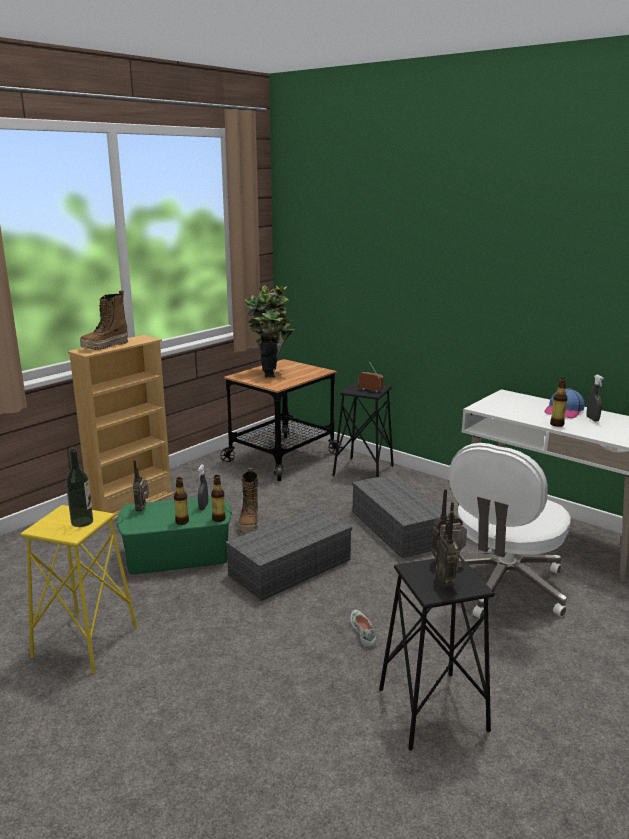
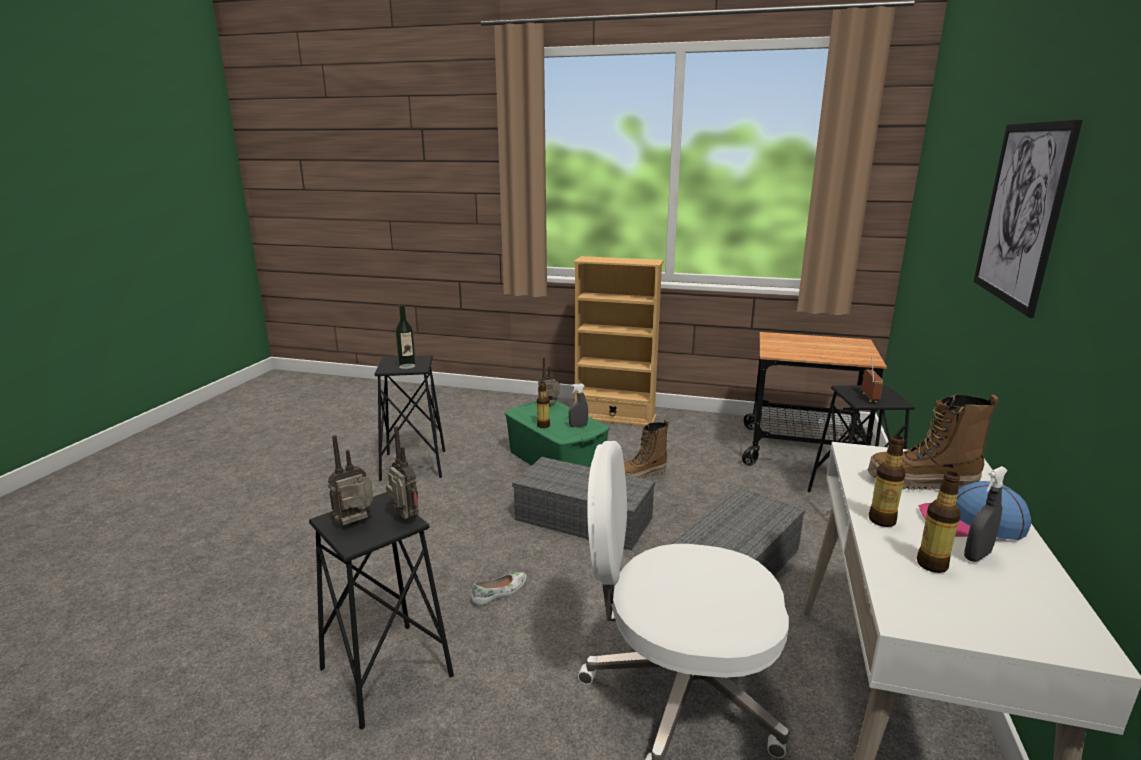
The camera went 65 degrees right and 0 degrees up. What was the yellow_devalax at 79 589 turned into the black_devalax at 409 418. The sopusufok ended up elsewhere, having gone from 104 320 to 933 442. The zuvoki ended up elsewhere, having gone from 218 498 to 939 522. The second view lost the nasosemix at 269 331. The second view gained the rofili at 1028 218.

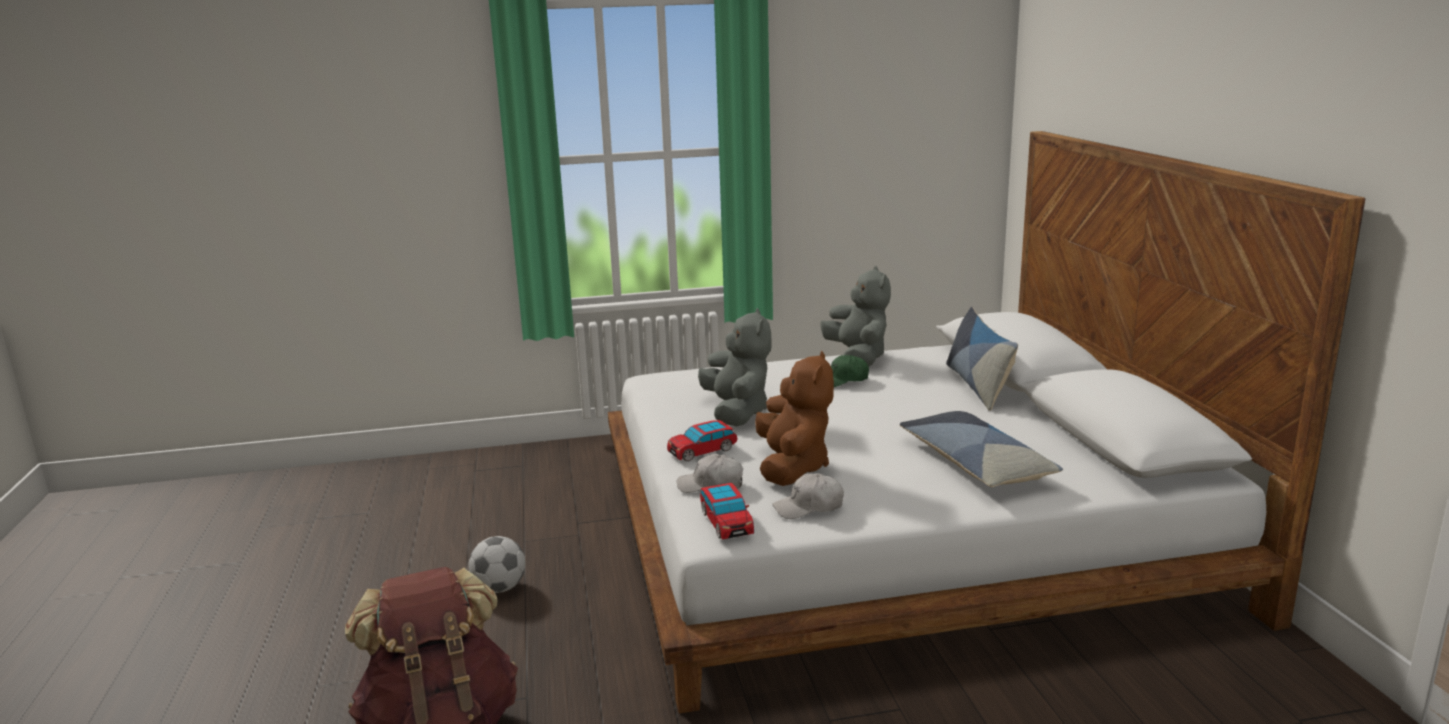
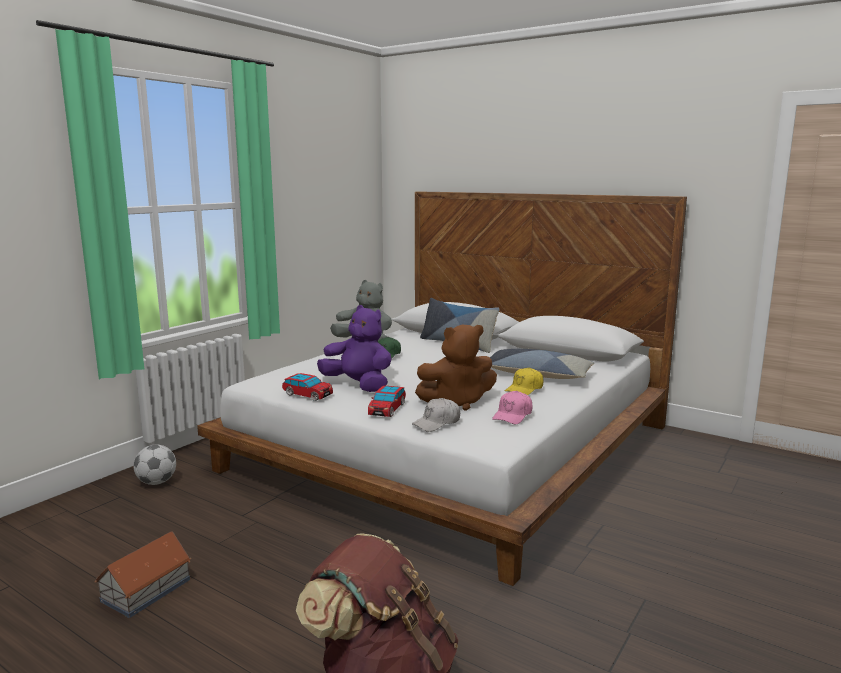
The camera went 45 degrees left and 5 degrees down. The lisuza ended up elsewhere, having gone from 497 564 to 155 464. What was the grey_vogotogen at 735 367 turned into the purple_vogotogen at 354 348. The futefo ended up elsewhere, having gone from 727 511 to 307 387. The brown_vogotogen at 794 418 ended up facing another way, 120 degrees clockwise from before. What was the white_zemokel at 808 496 turned into the pink_zemokel at 512 407. The second view gained the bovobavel at 142 574. The second view gained the yellow_zemokel at 524 381.

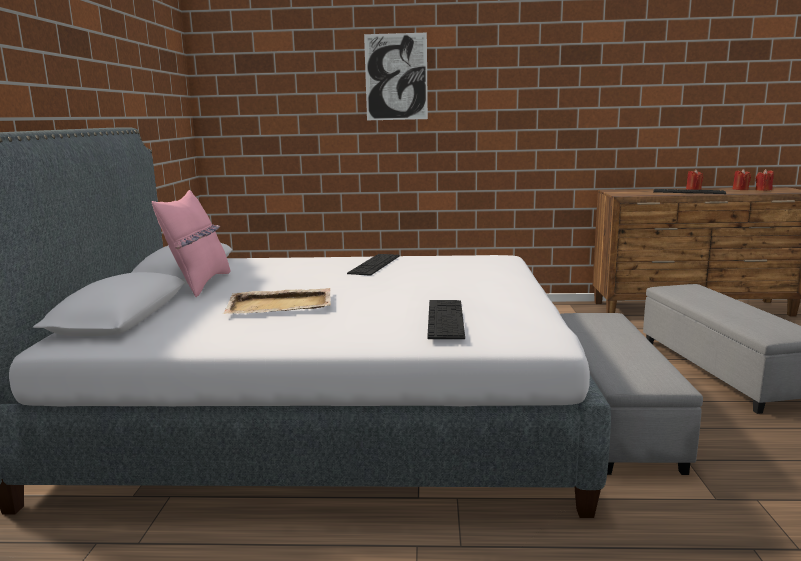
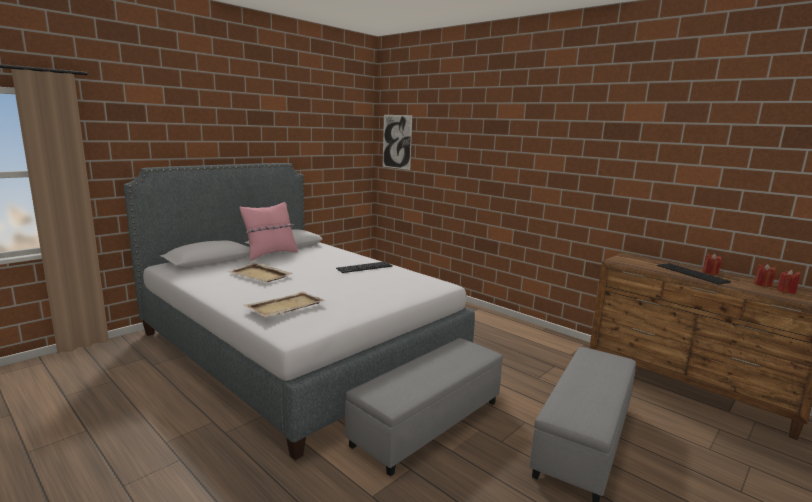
The camera went 40 degrees right and 0 degrees up. The rofili ended up elsewhere, having gone from 396 76 to 397 142. Where the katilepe stood at 446 319, the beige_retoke came to stand at 285 304.

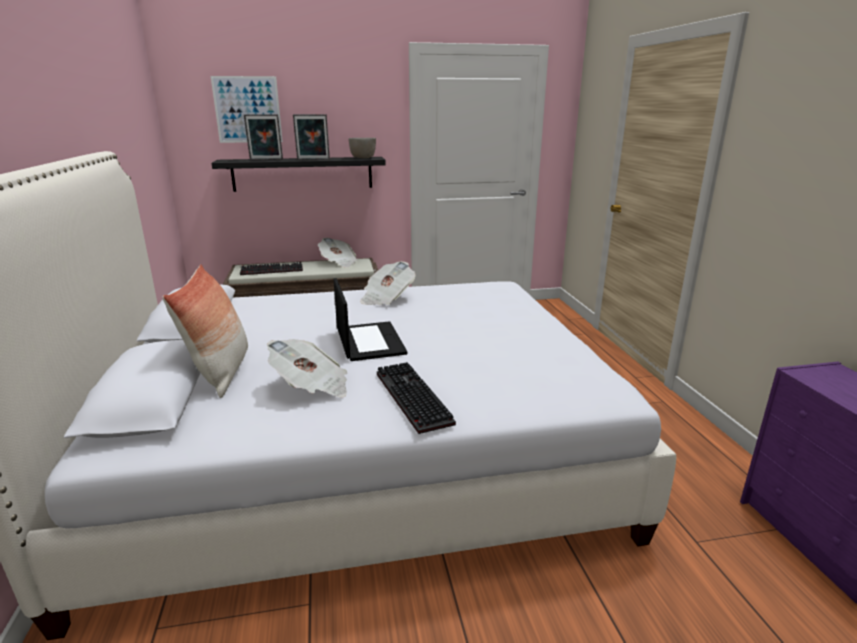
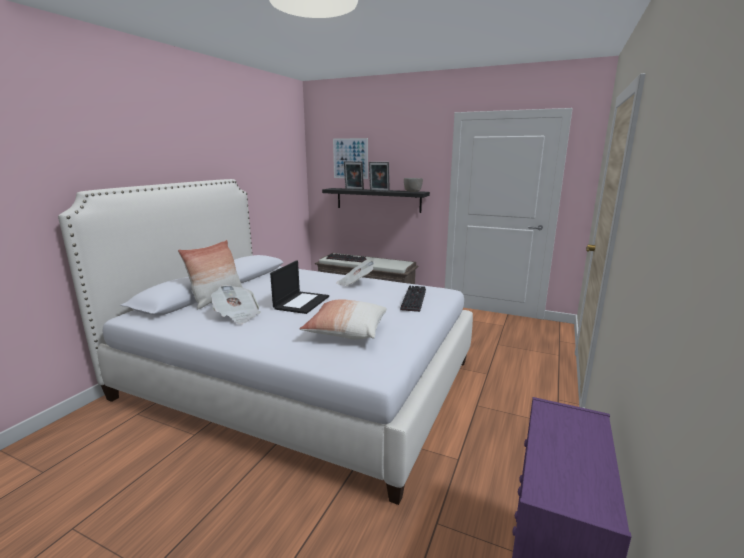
The camera went 35 degrees right and 5 degrees down. The second view lost the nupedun at 338 253. The katilepe ended up elsewhere, having gone from 416 398 to 413 298. The second view gained the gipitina at 343 319.

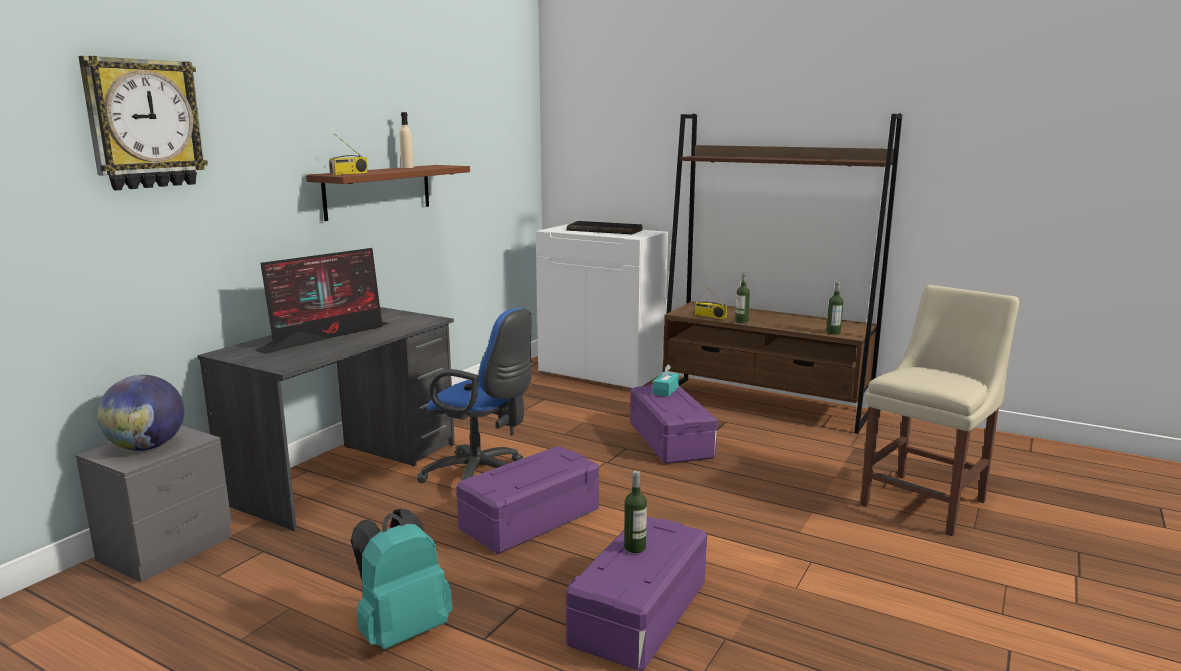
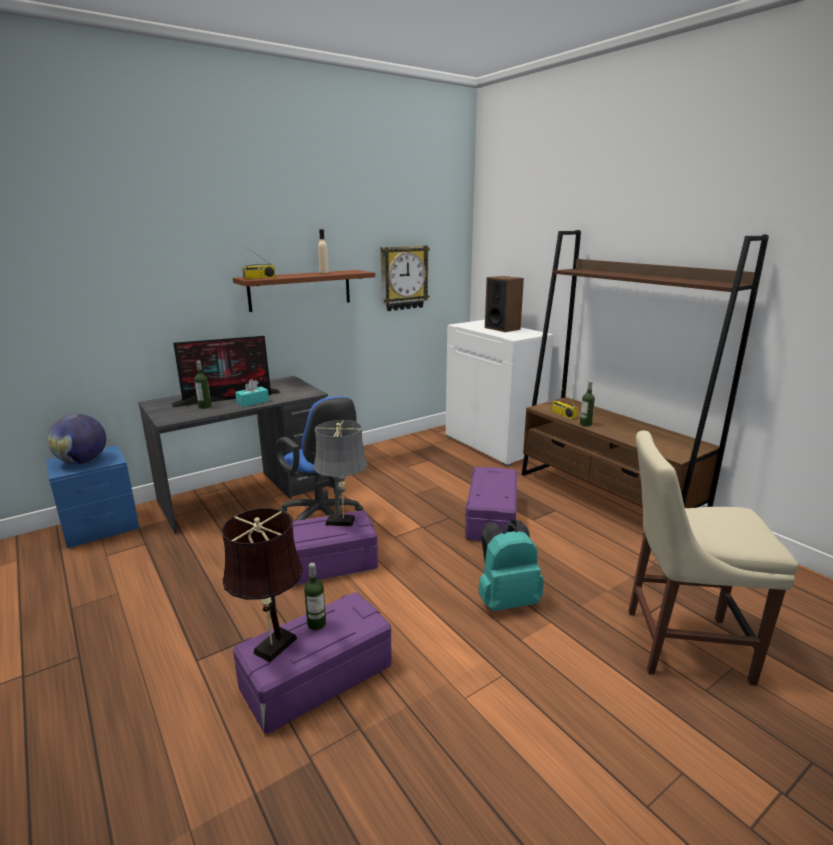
The camera went 25 degrees right and 5 degrees up. What was the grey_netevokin at 154 504 turned into the blue_netevokin at 92 497. The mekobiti ended up elsewhere, having gone from 143 123 to 405 278. The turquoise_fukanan ended up elsewhere, having gone from 401 579 to 511 565. Where the katilepe stood at 605 227, the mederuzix came to stand at 504 304. The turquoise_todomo ended up elsewhere, having gone from 665 381 to 252 393. The zuvoki ended up elsewhere, having gone from 834 308 to 202 384. The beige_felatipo at 940 410 ended up facing another way, 150 degrees counterclockwise from before. The second view gained the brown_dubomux at 262 585. The second view gained the grey_dubomux at 340 473.

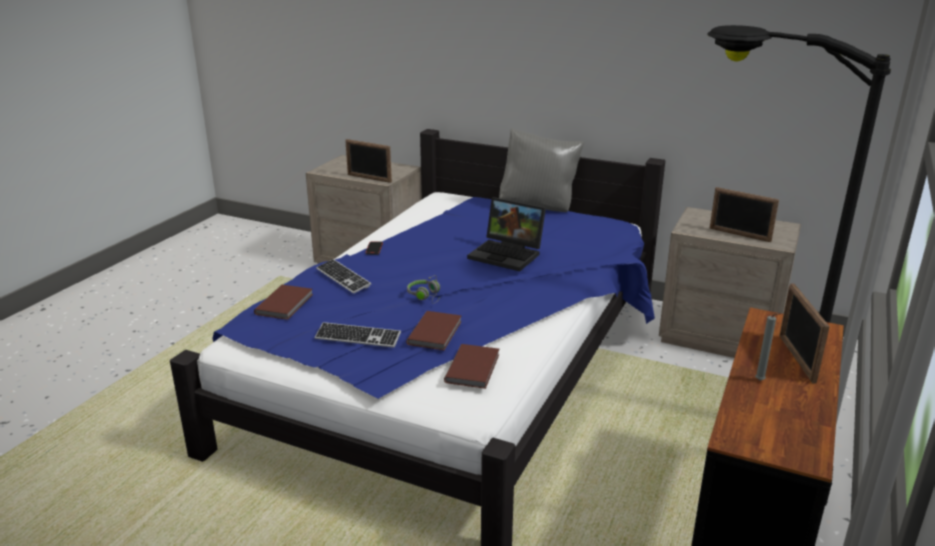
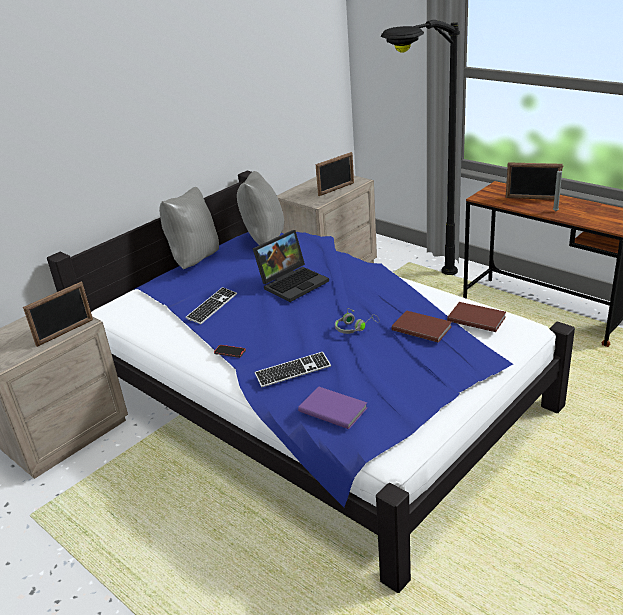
The camera went 70 degrees left and 5 degrees up. What was the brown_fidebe at 283 302 turned into the purple_fidebe at 332 407. The katilepe ended up elsewhere, having gone from 358 335 to 211 305. The second view gained the grey_gipitina at 260 208.

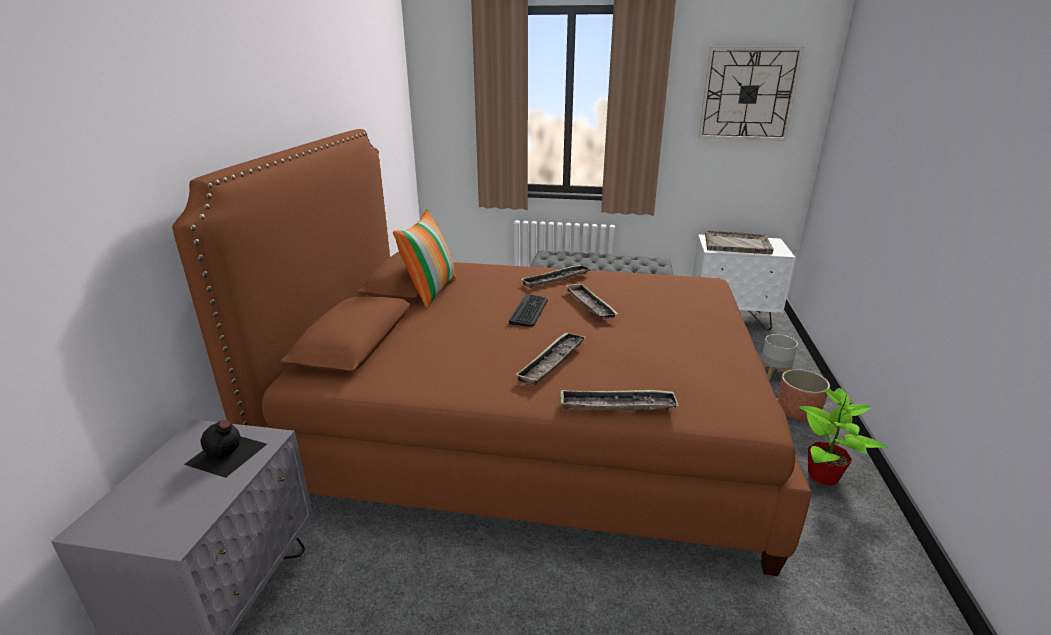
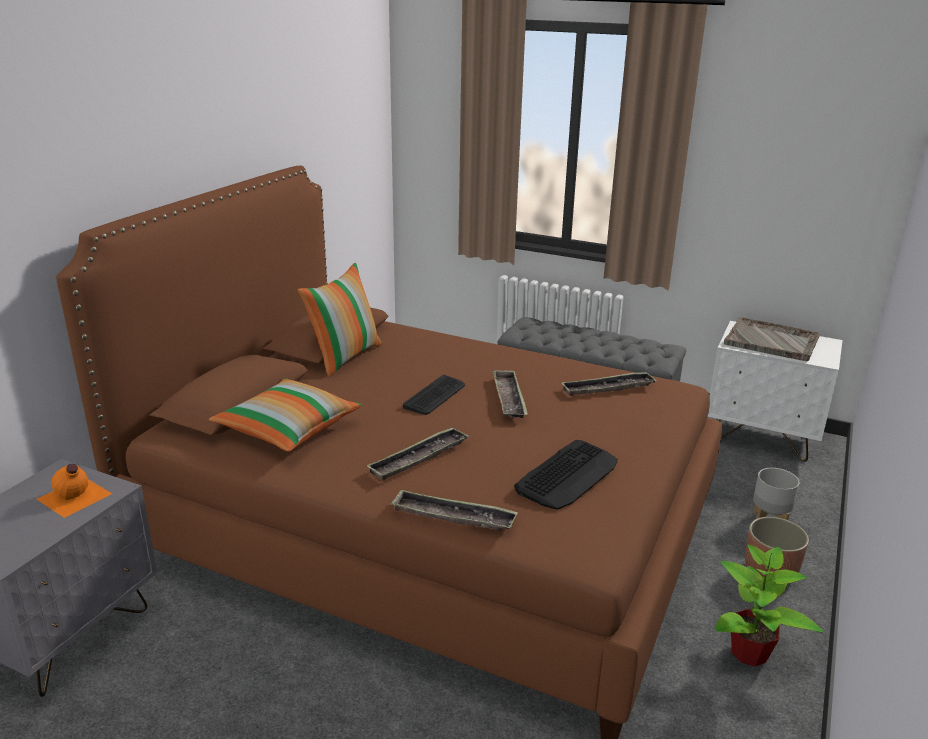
The camera went 15 degrees right and 0 degrees up. What was the black_zuvoki at 225 449 turned into the orange_zuvoki at 74 491. The retoke ended up elsewhere, having gone from 556 276 to 609 384. The second view lost the mekobiti at 751 94. The second view gained the gipitina at 285 415. The second view gained the katilepe at 566 475.

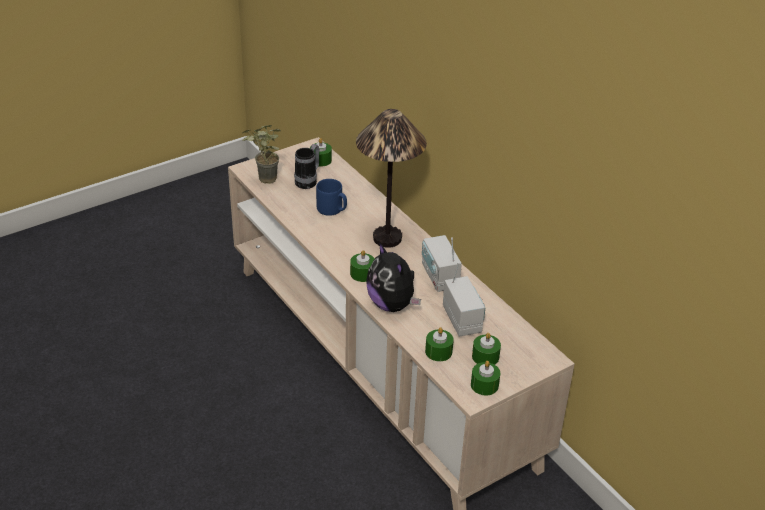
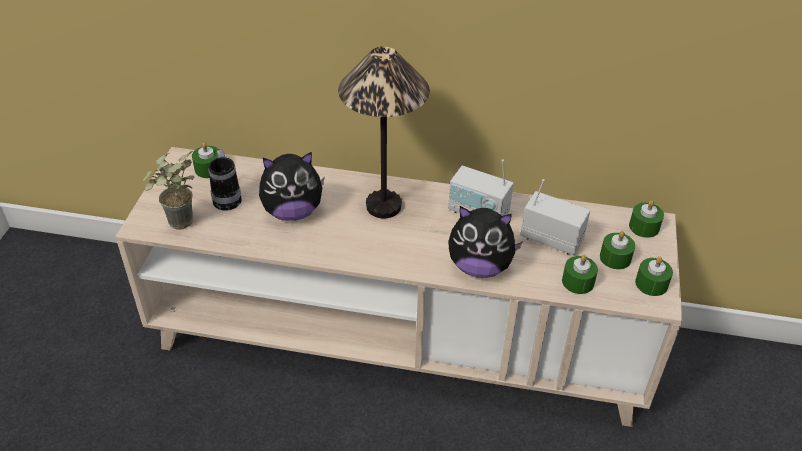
The camera went 45 degrees left and 5 degrees up. Where the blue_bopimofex stood at 331 197, the vogotogen came to stand at 292 186. The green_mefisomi ended up elsewhere, having gone from 362 266 to 646 219.

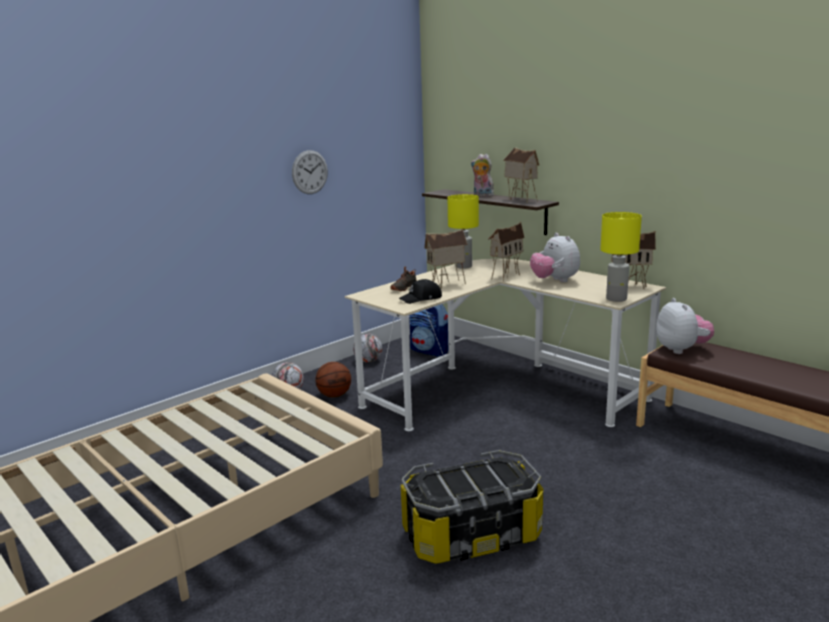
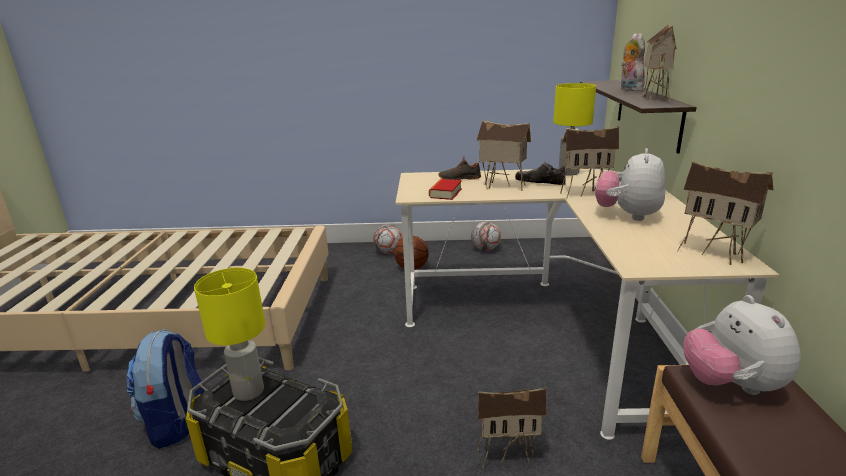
The camera went 45 degrees right and 5 degrees up. The second view lost the mekobiti at 310 172. Where the black_zemokel stood at 420 291, the fidebe came to stand at 445 189. The fukanan ended up elsewhere, having gone from 428 330 to 165 389. The yellow_dubomux ended up elsewhere, having gone from 621 257 to 229 334. The vogotogen at 685 326 ended up facing another way, 135 degrees clockwise from before. The second view gained the bovobavel at 512 428. The second view gained the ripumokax at 540 173.

